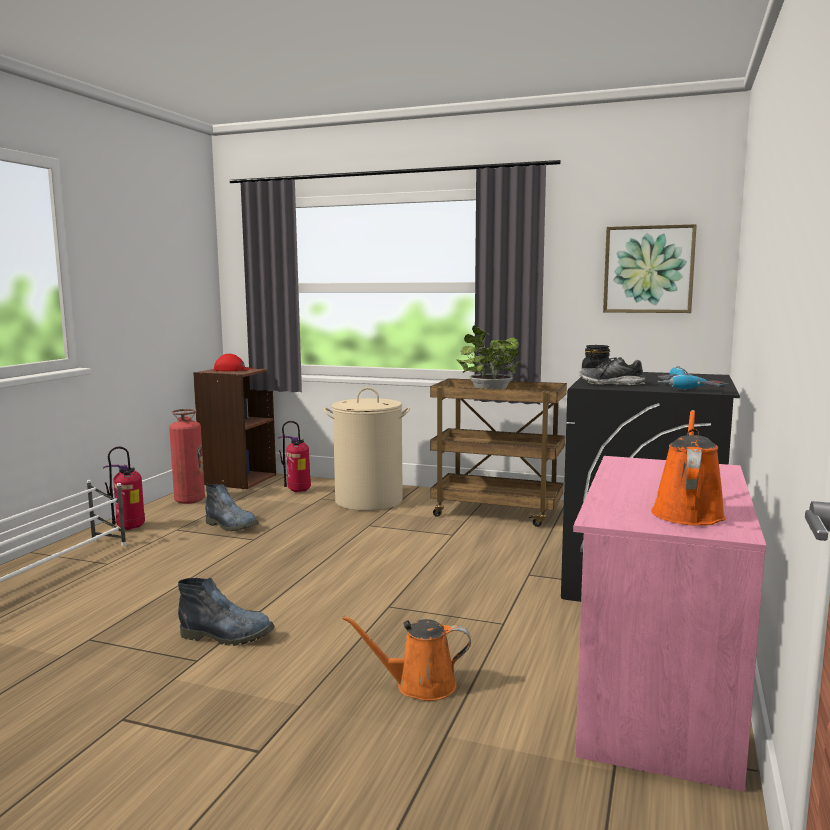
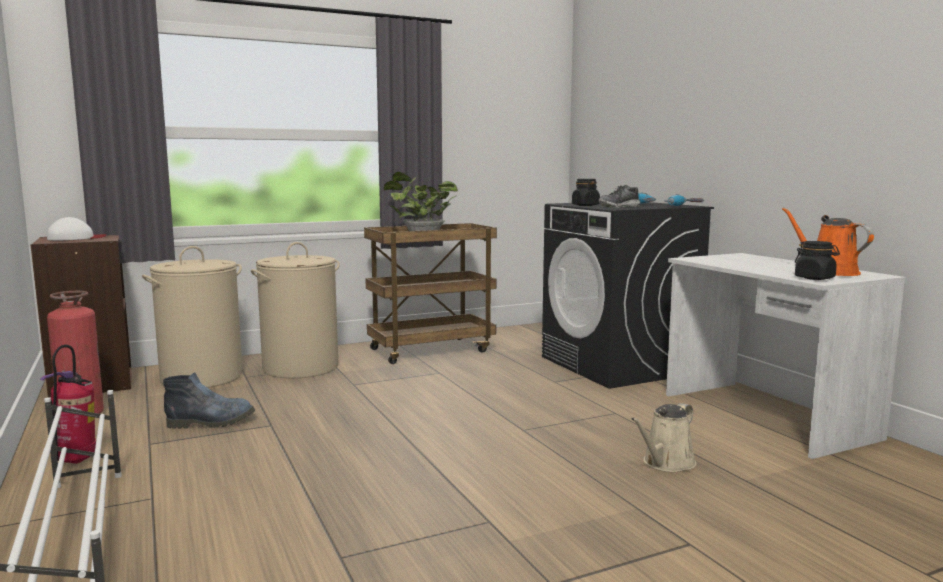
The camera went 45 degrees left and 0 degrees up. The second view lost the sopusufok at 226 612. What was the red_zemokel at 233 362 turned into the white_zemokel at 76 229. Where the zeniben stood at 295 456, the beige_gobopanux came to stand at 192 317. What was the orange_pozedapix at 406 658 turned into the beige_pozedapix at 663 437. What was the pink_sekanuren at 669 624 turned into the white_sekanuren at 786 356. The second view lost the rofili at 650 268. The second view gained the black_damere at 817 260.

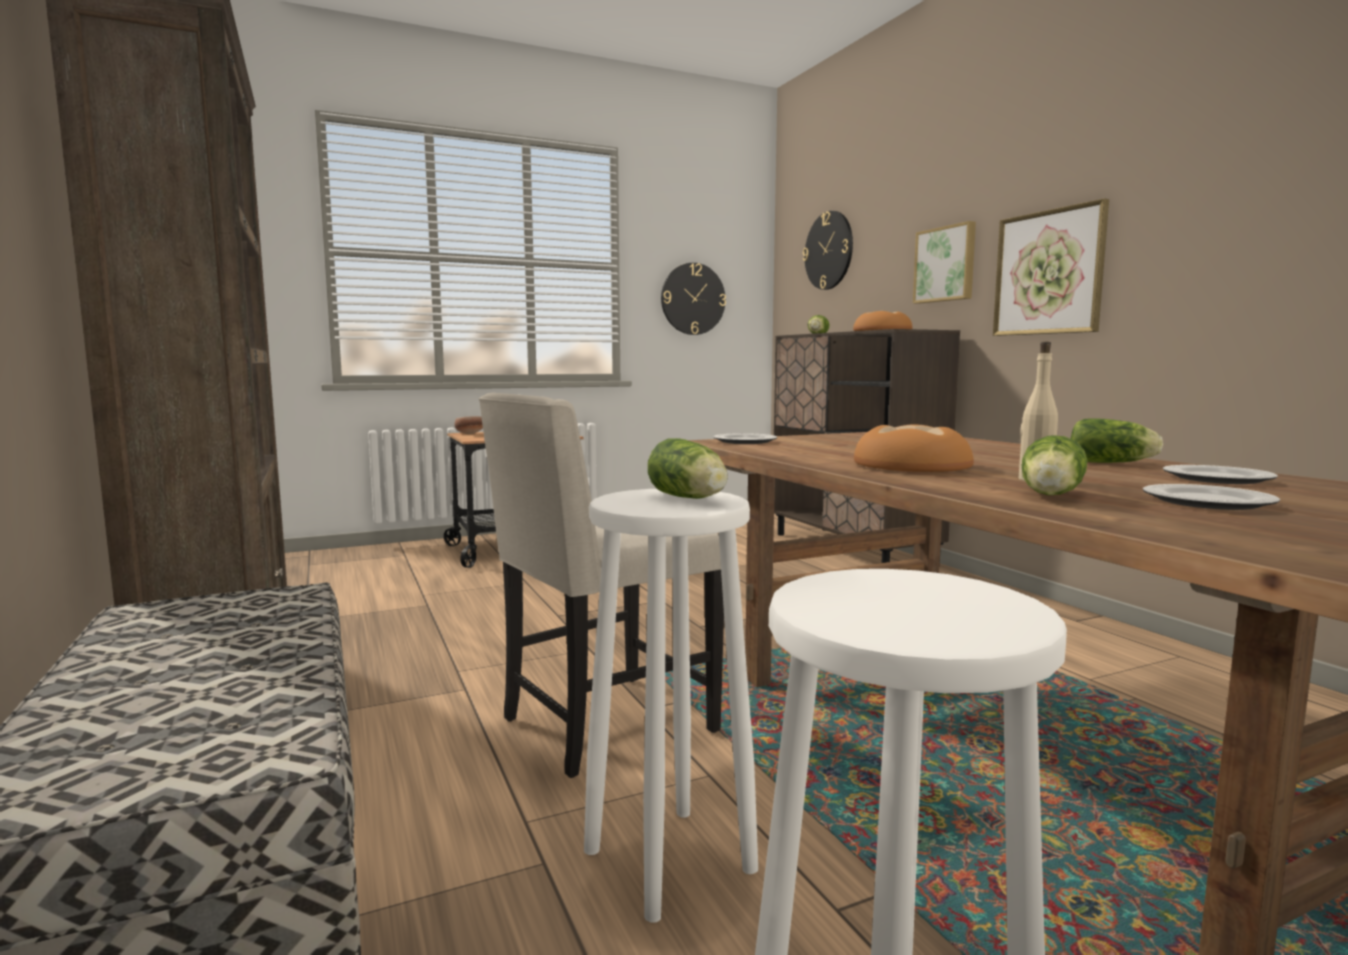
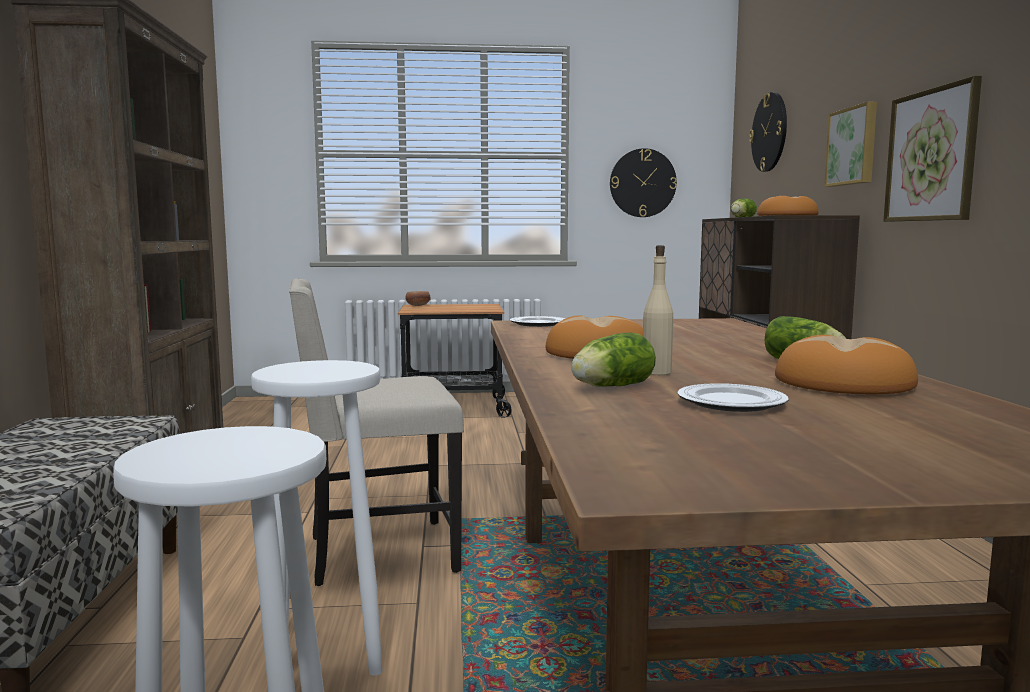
The camera went 20 degrees right and 0 degrees up. The second view lost the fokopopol at 688 468. Where the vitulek stood at 1220 474, the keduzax came to stand at 846 364.

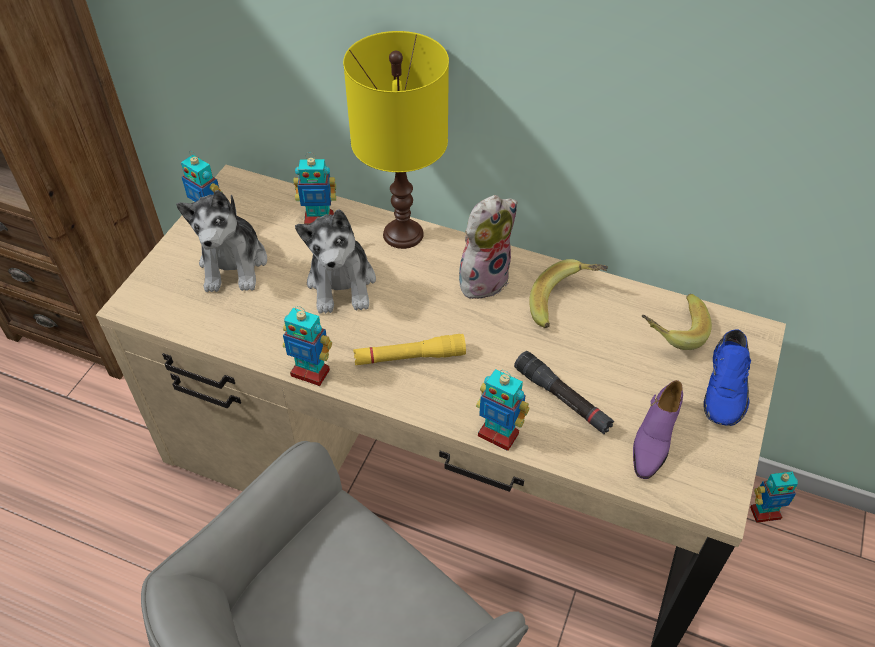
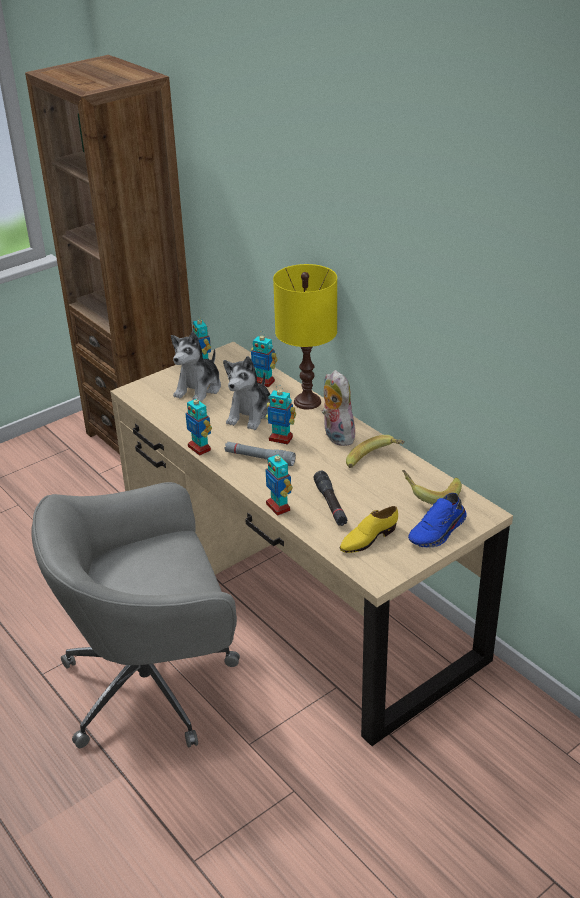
The camera went 30 degrees right and 15 degrees down. What was the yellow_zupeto at 409 349 turned into the grey_zupeto at 260 453. The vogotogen at 488 247 ended up facing another way, 105 degrees counterclockwise from before. What was the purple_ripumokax at 658 429 turned into the yellow_ripumokax at 368 529. The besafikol ended up elsewhere, having gone from 774 497 to 281 415.

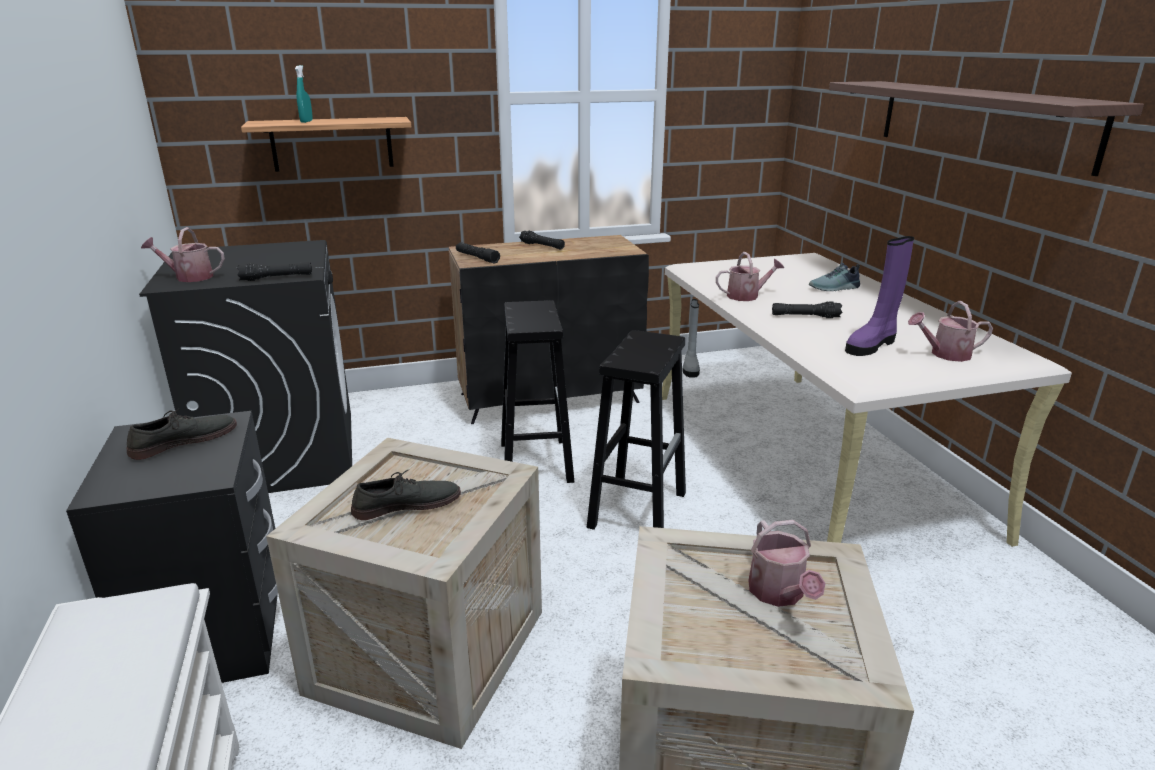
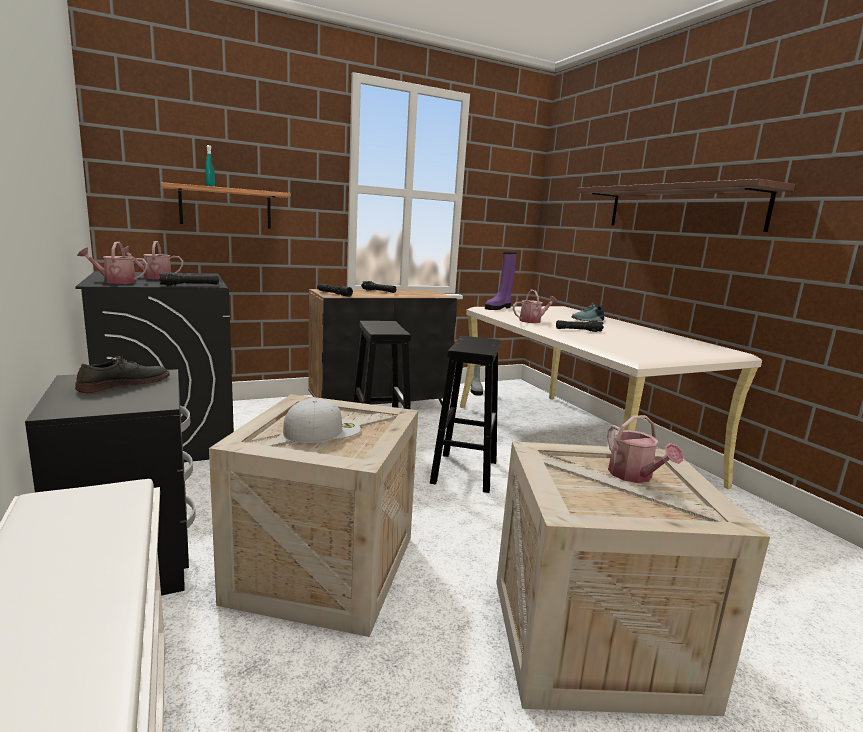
The camera went 10 degrees left and 10 degrees down. Where the grey_ripumokax stood at 406 495, the white_zemokel came to stand at 322 420. The purple_sopusufok ended up elsewhere, having gone from 879 296 to 501 281. The pozedapix ended up elsewhere, having gone from 950 331 to 151 260.

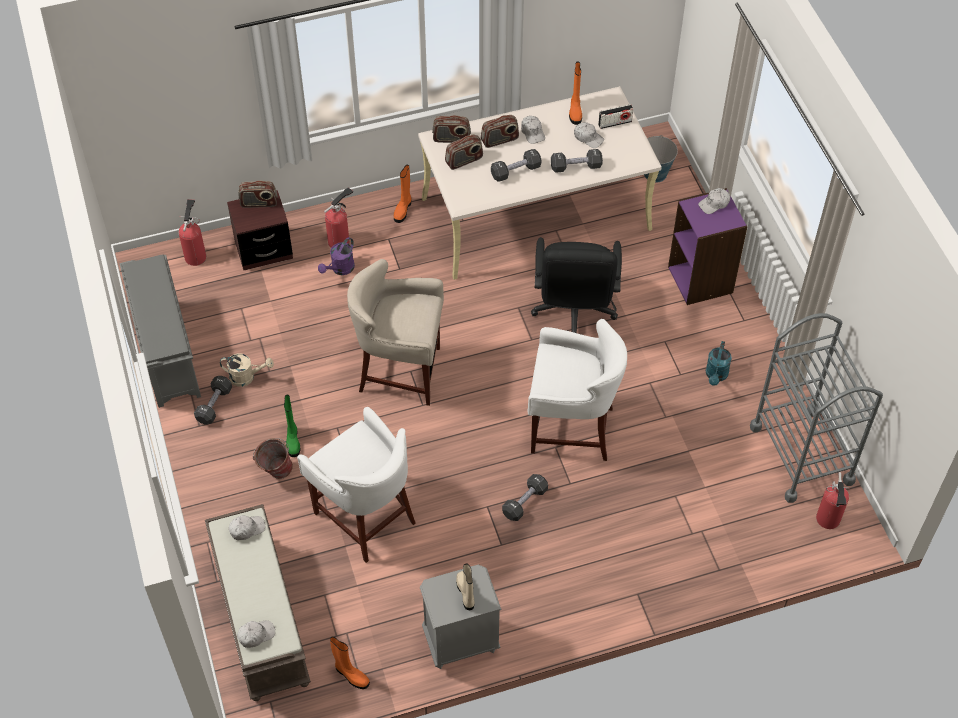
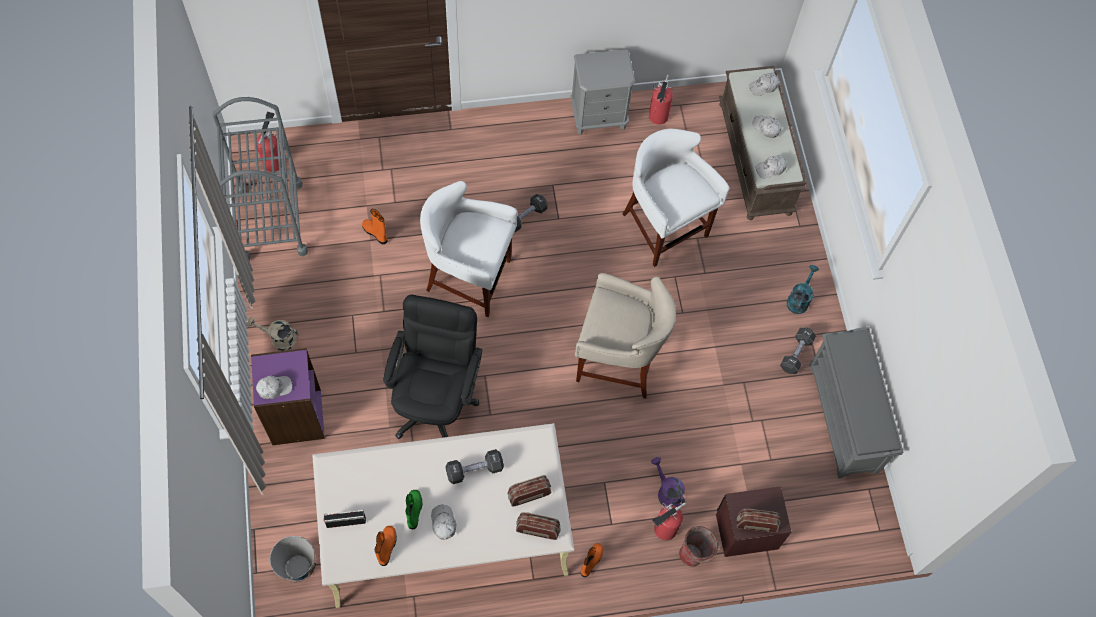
The camera went 175 degrees left and 10 degrees up. The zeniben ended up elsewhere, having gone from 192 232 to 661 99. The beige_pozedapix ended up elsewhere, having gone from 247 370 to 273 334. The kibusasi ended up elsewhere, having gone from 273 458 to 699 546. The green_sopusufok ended up elsewhere, having gone from 292 426 to 414 509. The purple_pozedapix at 336 256 ended up facing another way, 75 degrees counterclockwise from before. The orange_sopusufok ended up elsewhere, having gone from 350 663 to 374 226. The second view lost the beige_sopusufok at 465 587. The second view lost the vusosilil at 500 131. The second view lost the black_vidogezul at 577 161. The white_zemokel ended up elsewhere, having gone from 589 135 to 766 126. The turquoise_pozedapix ended up elsewhere, having gone from 719 363 to 803 289.

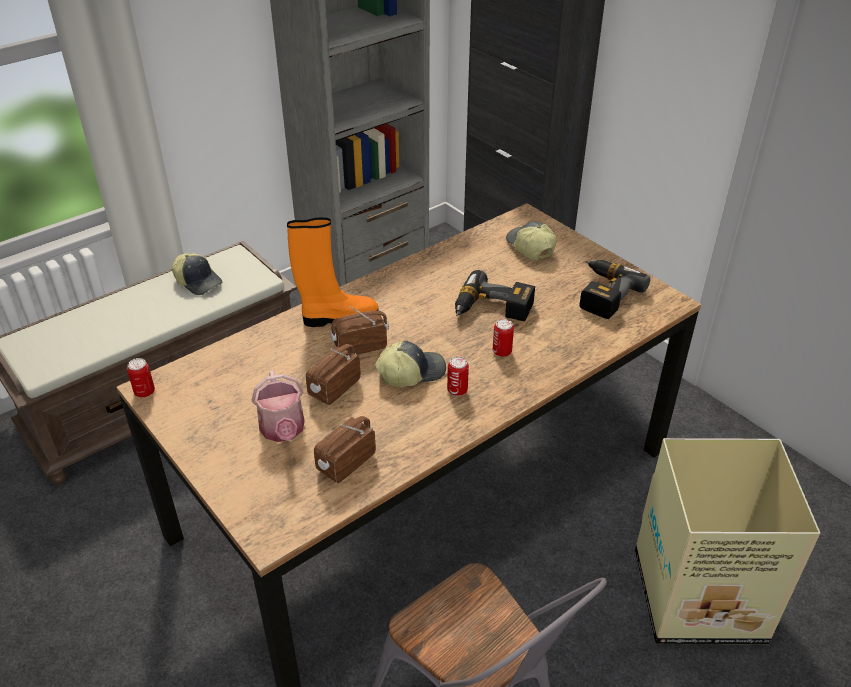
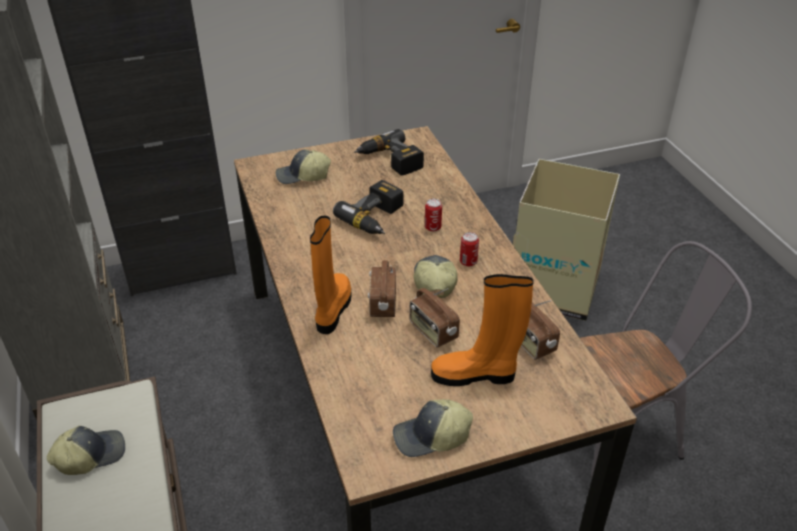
The camera went 70 degrees left and 0 degrees up. The second view lost the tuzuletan at 141 378. Where the pozedapix stood at 278 406, the orange_sopusufok came to stand at 482 330. The second view gained the zemokel at 433 428.

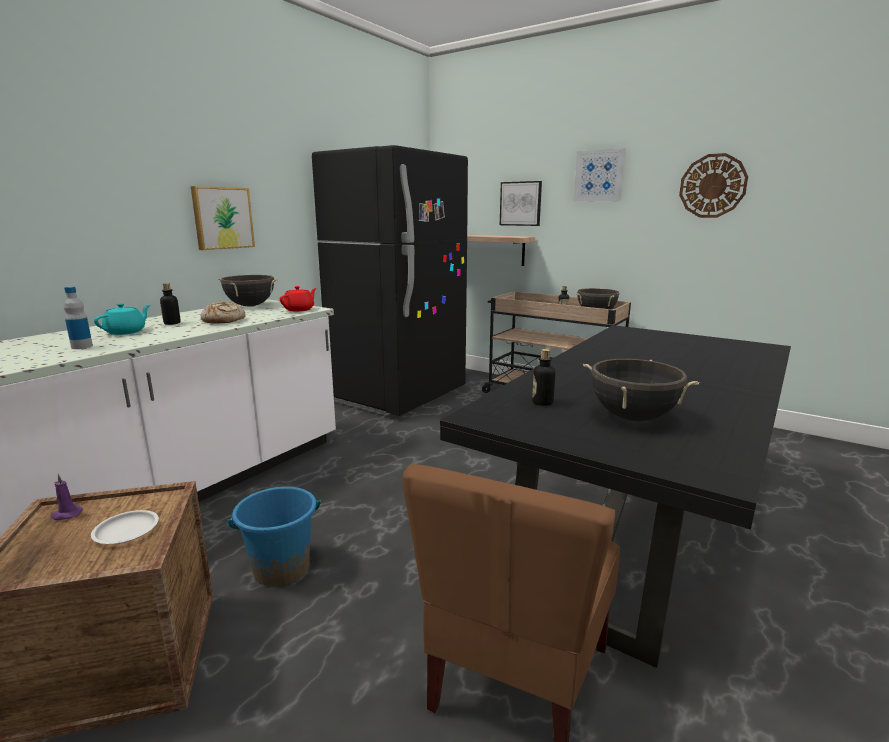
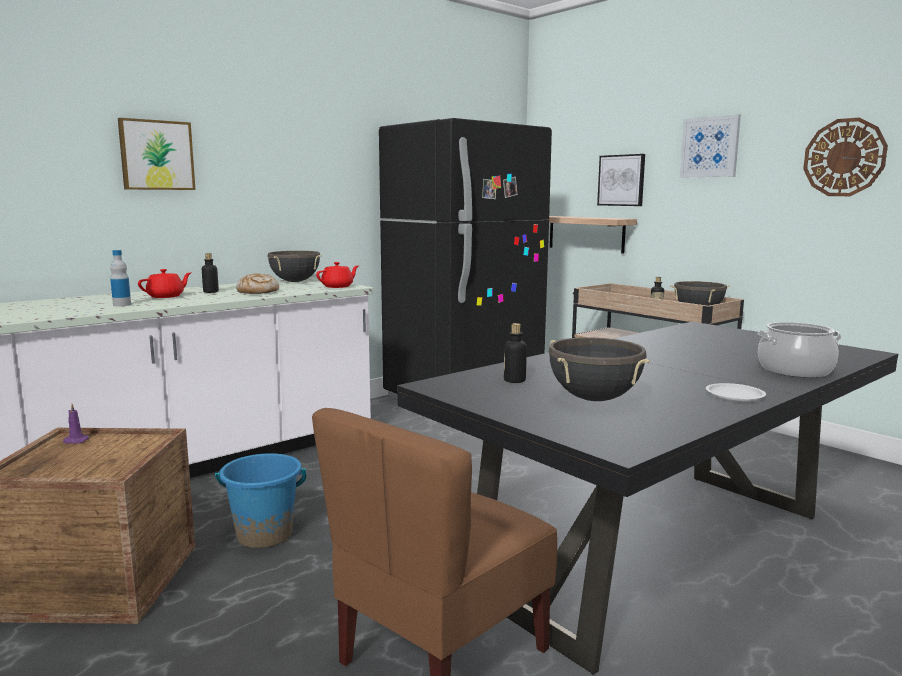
The camera went 15 degrees right and 5 degrees down. The white_vitulek ended up elsewhere, having gone from 125 527 to 736 392. What was the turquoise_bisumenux at 122 319 turned into the red_bisumenux at 164 283. The rofili ended up elsewhere, having gone from 223 218 to 157 154. The second view gained the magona at 799 350.

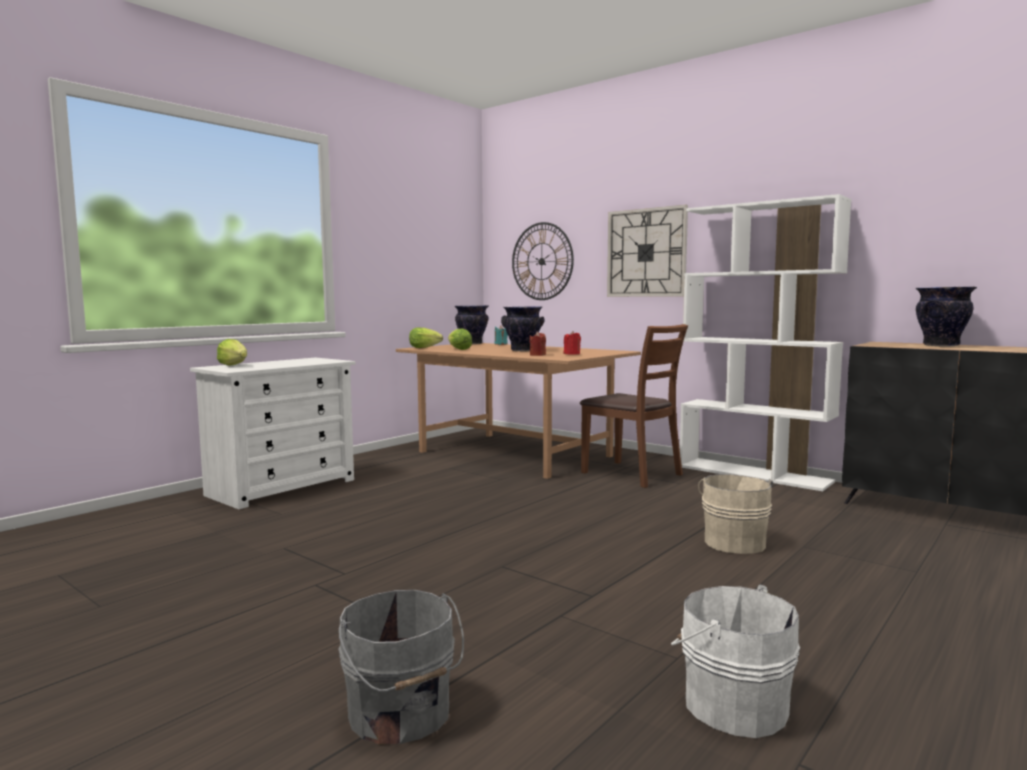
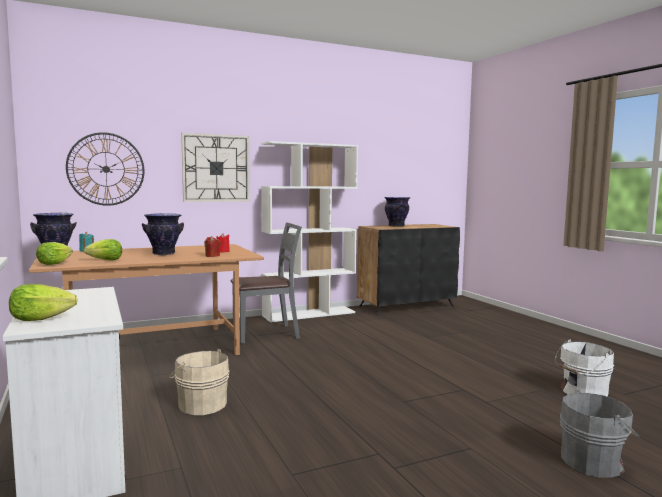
The camera went 65 degrees left and 0 degrees up. What was the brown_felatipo at 634 406 turned into the grey_felatipo at 266 283. The beige_kibusasi ended up elsewhere, having gone from 735 514 to 200 382.

